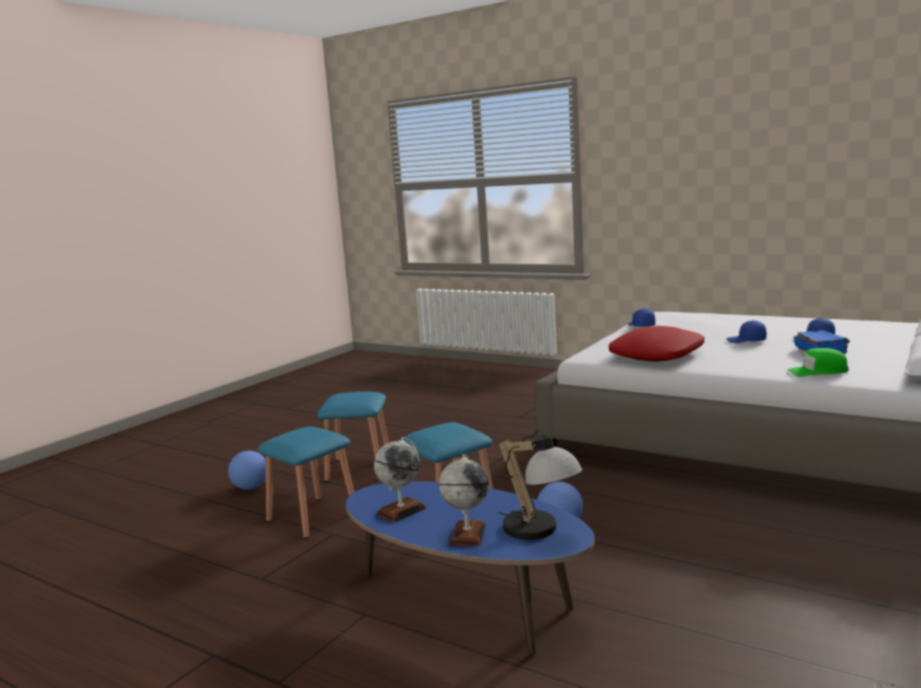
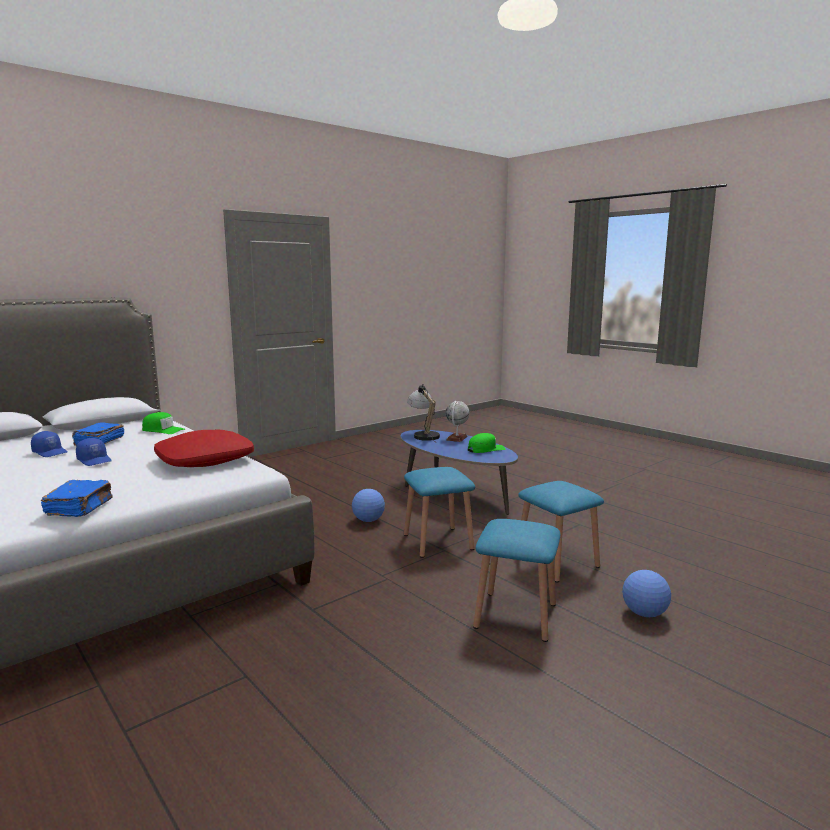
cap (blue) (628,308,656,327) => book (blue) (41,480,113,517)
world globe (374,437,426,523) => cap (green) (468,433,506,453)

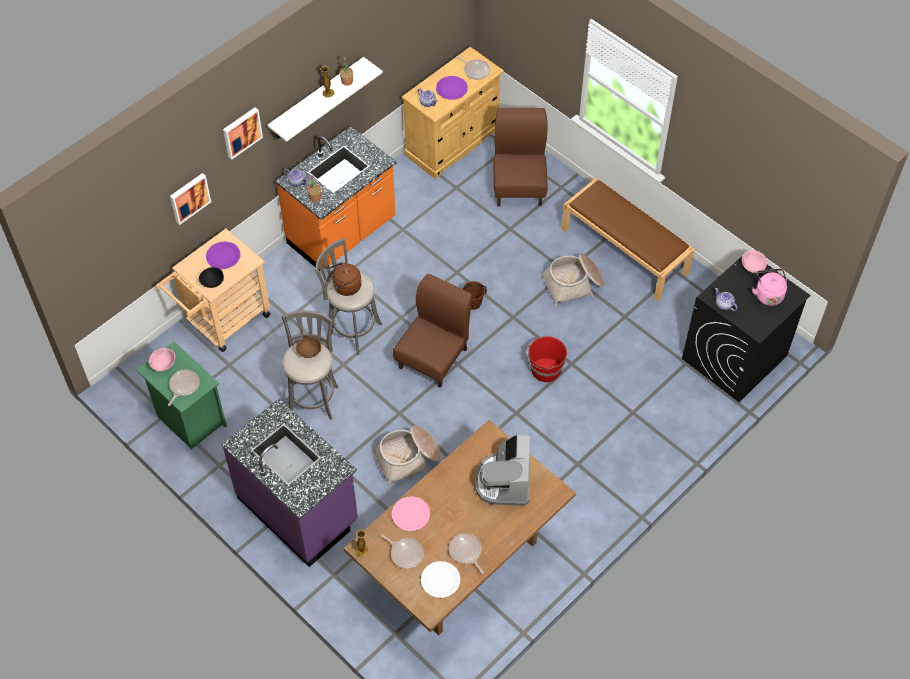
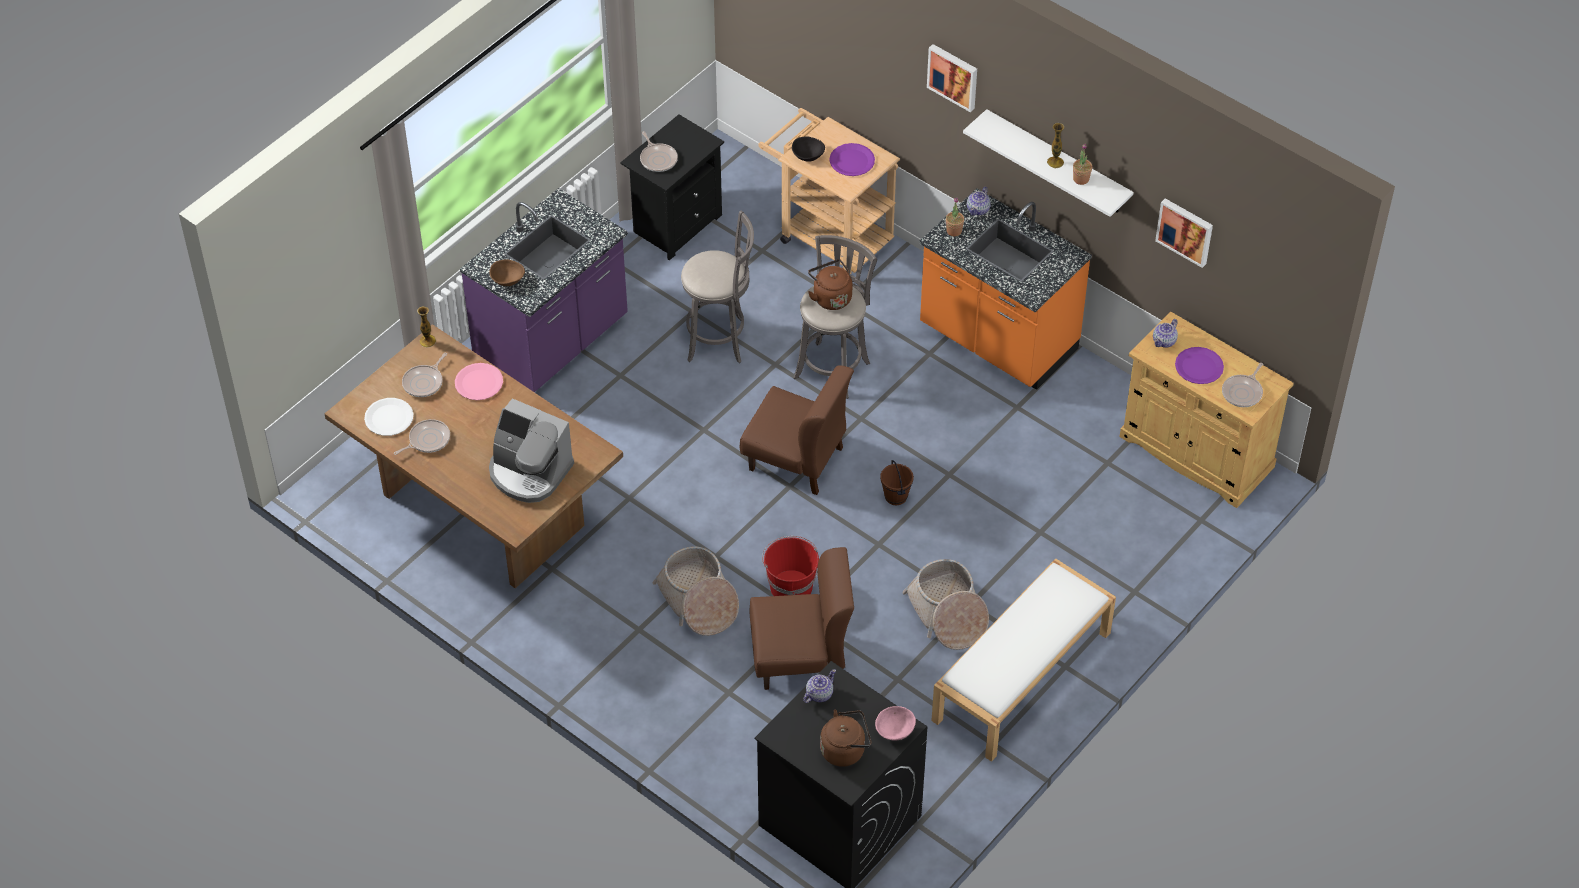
plain chair (brown) (493,108,548,206) => plain chair (brown) (749,547,854,690), moved
wall picture (170,173,211,225) => wall picture (1155,198,1213,268), moved
long seat (brown) (562,178,695,301) => long seat (whitish) (932,558,1116,762)
water kettle (pink-coloured) (752,269,787,306) => water kettle (brown) (820,710,871,767)
bowl (brown) (296,336,321,358) => bowl (brown) (489,259,525,286), moved
bedside table (green) (136,342,227,449) => bedside table (black-coloured) (620,114,724,261)
bowl (pink-coloured) (149,348,175,371) => nothing
skillet (168,370,200,406) => skillet (640,131,678,172), 45 degrees clockwise
basket (372,426,441,487) => basket (653,546,739,636), moved
coffee maker (475,434,530,506) => coffee maker (489,398,574,503), 150 degrees counterclockwise

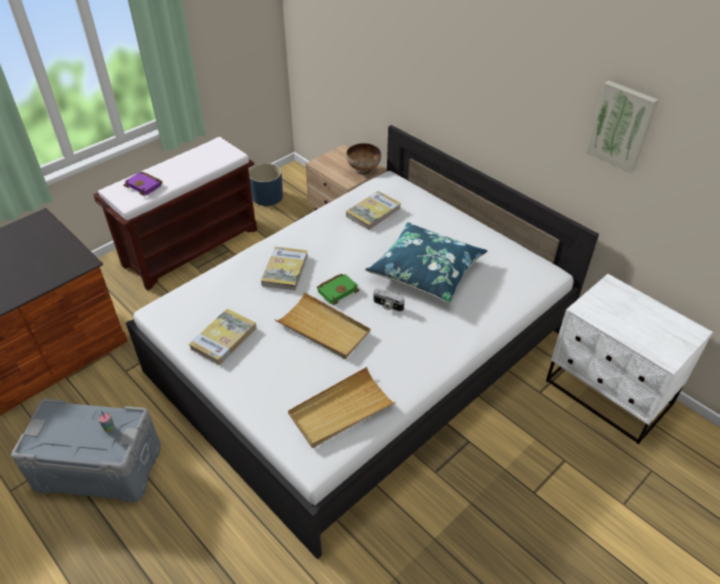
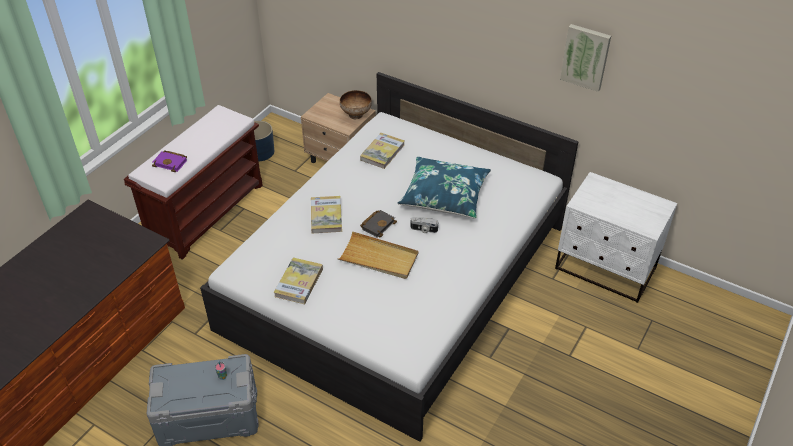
book (green) (317,274,360,305) => book (black-coloured) (360,210,397,238)
serving tray (sand-coloured) (288,367,396,448) => nothing

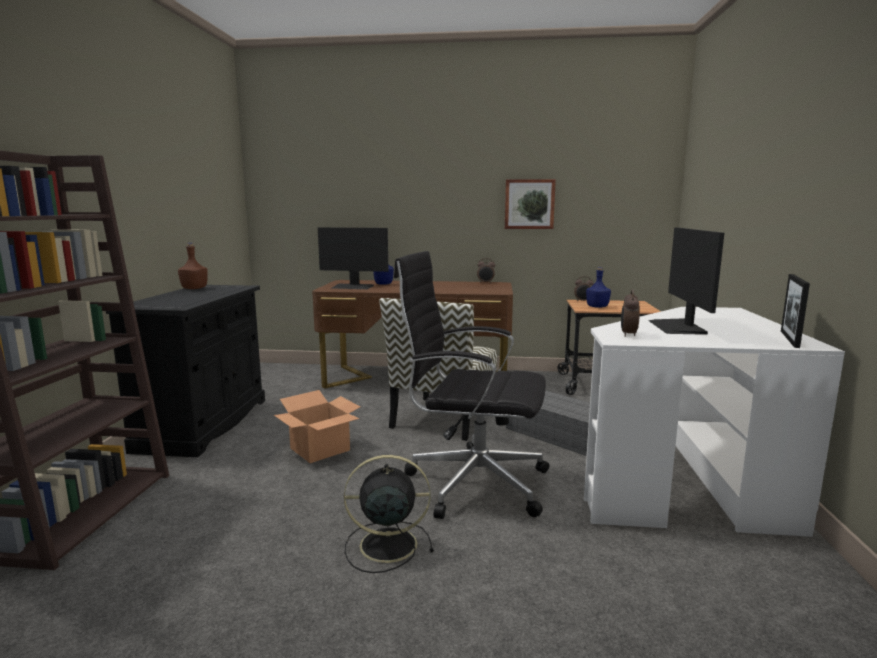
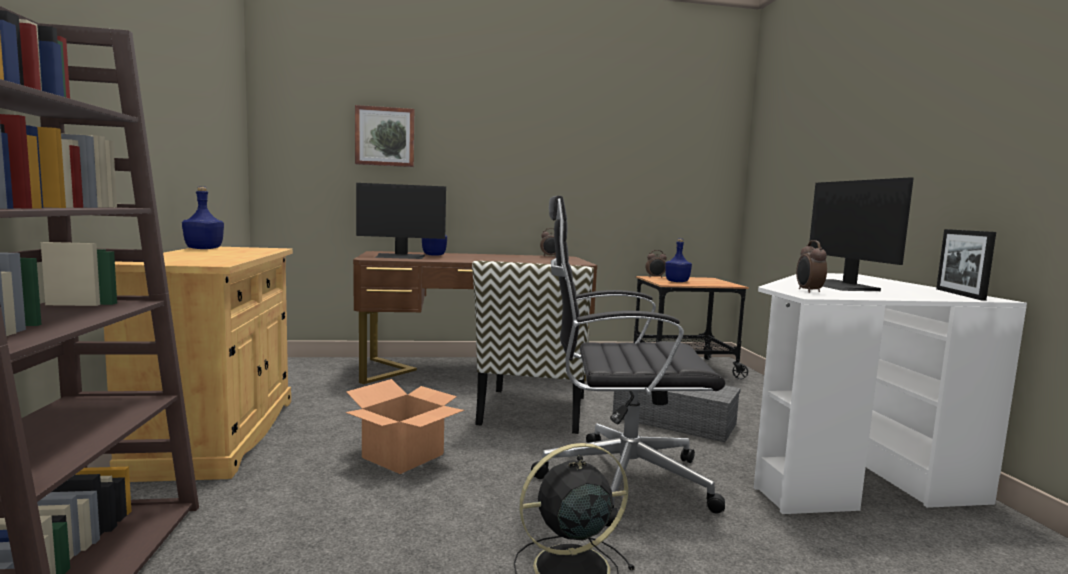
wall picture (505,179,556,229) => wall picture (355,105,414,167), moved
beverage bottle (brown) (178,243,208,289) => beverage bottle (blue) (182,186,224,249)
cabinet (black-coloured) (106,285,265,457) => cabinet (sand-coloured) (104,247,293,482)

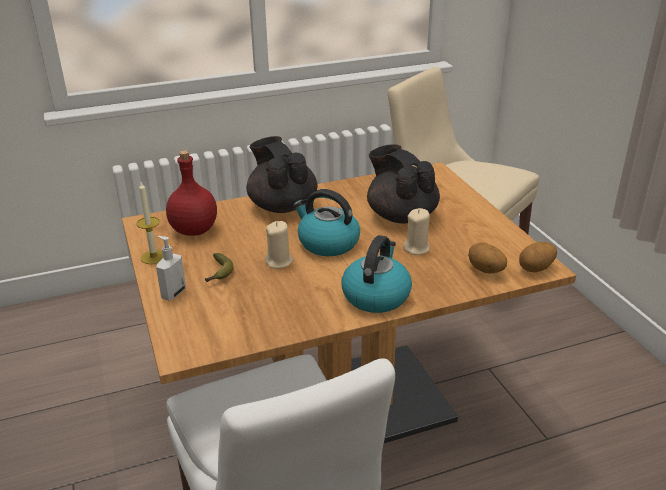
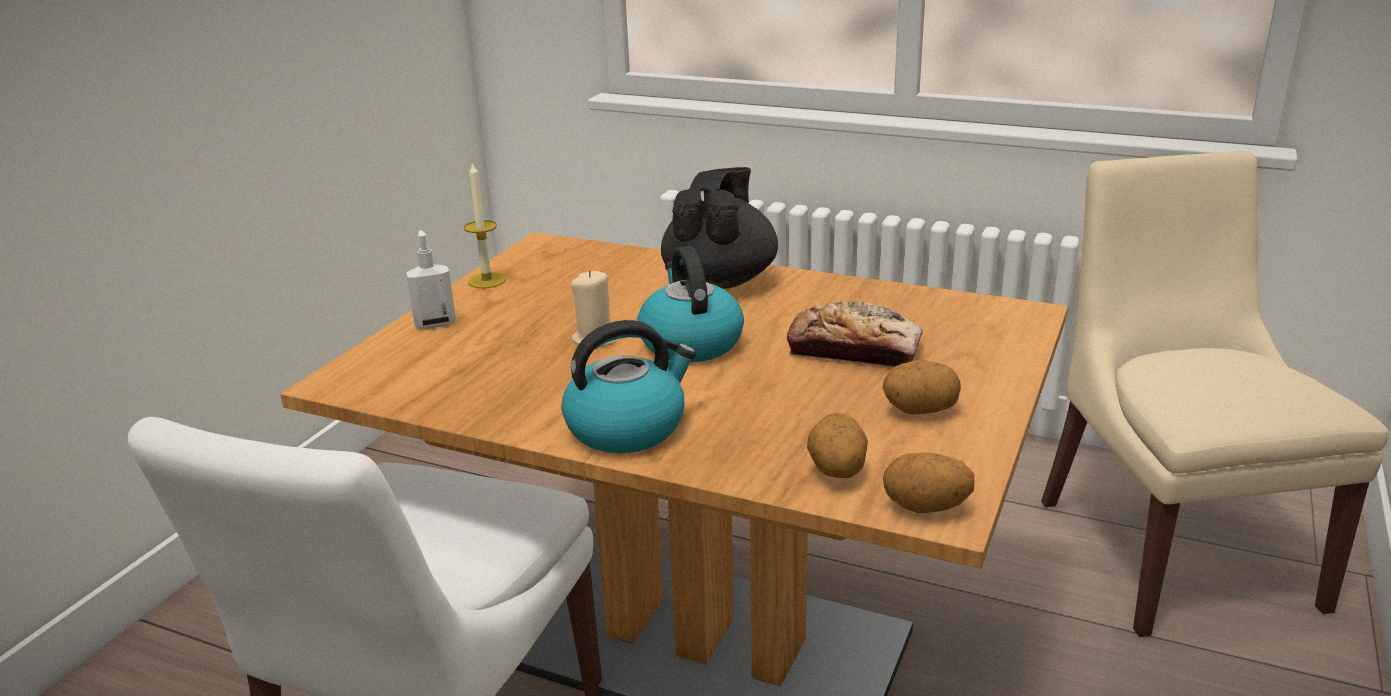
pot for tea (black-coloured) (367,144,440,224) => bakery bread (787,301,923,367)
beverage bottle (red) (166,150,217,236) => nothing
wax light (sand-coloured) (403,208,430,255) => nothing
banana fruit (205,253,233,282) => nothing
nothing => whole potato (883,360,961,414)

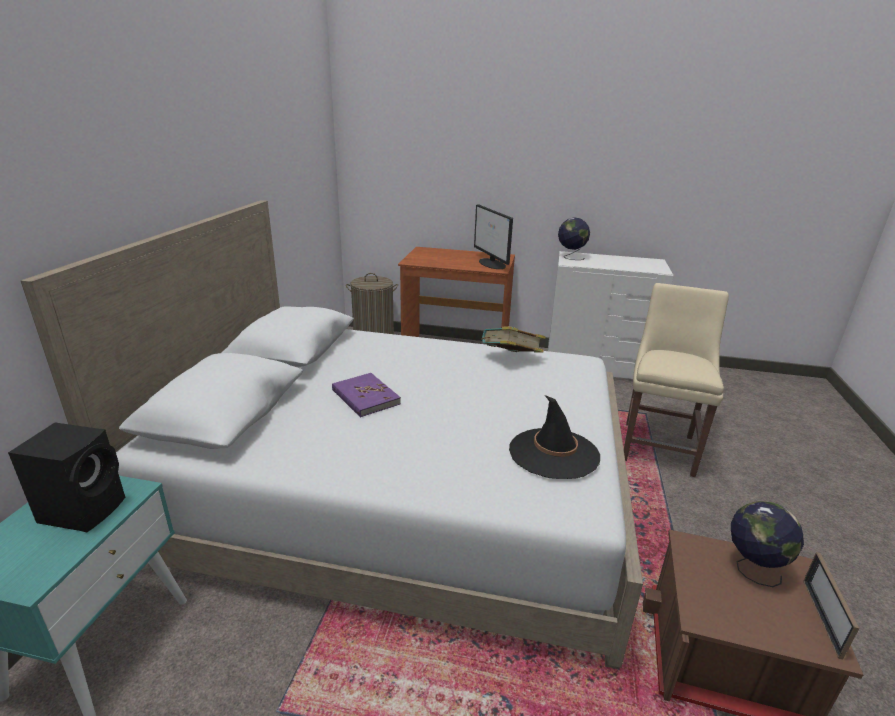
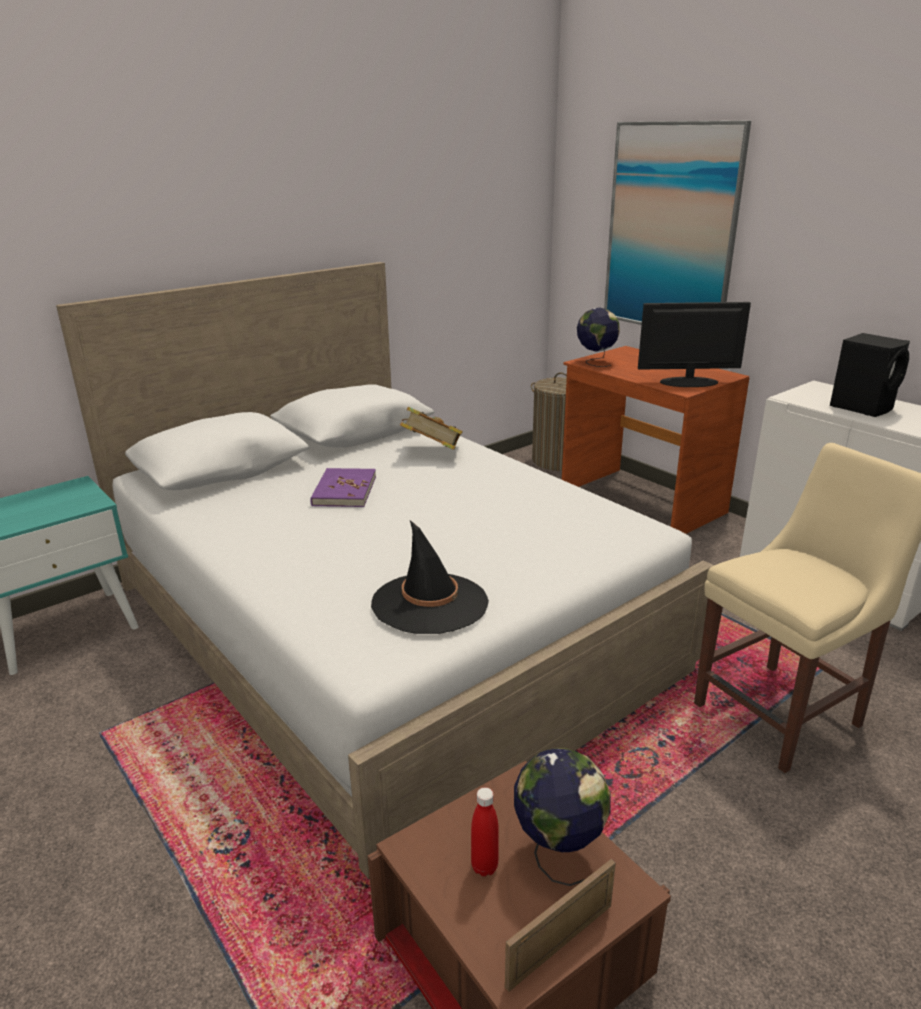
computer screen (474,204,513,269) => computer screen (638,302,751,387), 75 degrees clockwise
world globe (558,217,590,260) => world globe (577,307,620,367), moved
book (481,326,546,353) => book (400,407,463,450), moved
loudspeaker (black-coloured) (8,423,125,532) => loudspeaker (black-coloured) (830,333,910,417), moved
nothing => wall picture (604,121,751,325)
nothing => beverage bottle (red) (471,787,499,876)

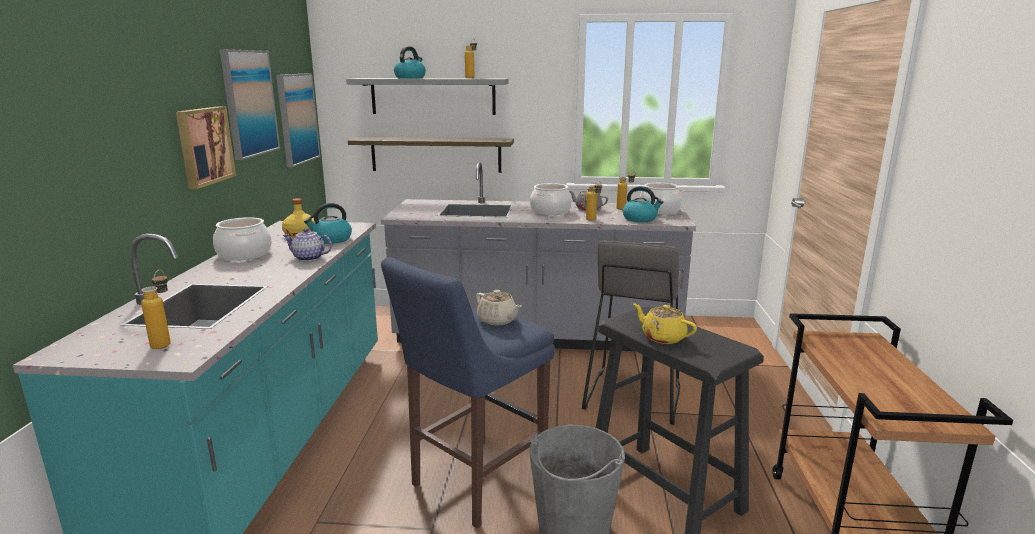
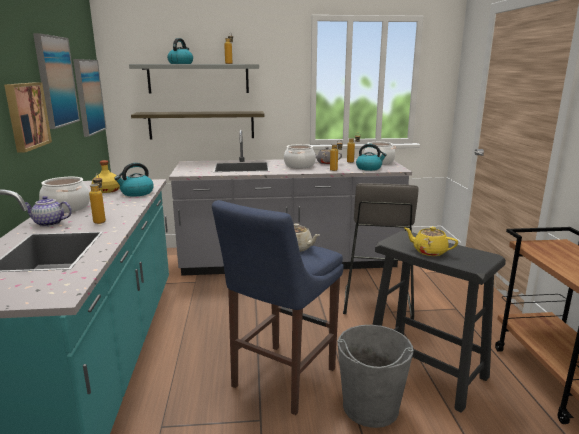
pot for tea (283,228,332,261) => pot for tea (25,196,72,227), moved
beverage bottle (141,270,171,349) => beverage bottle (89,174,106,224), moved

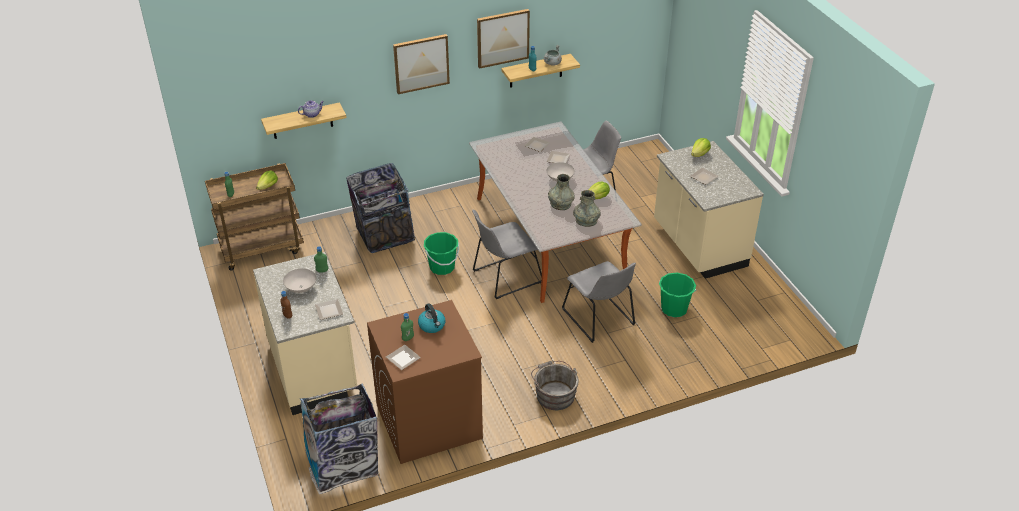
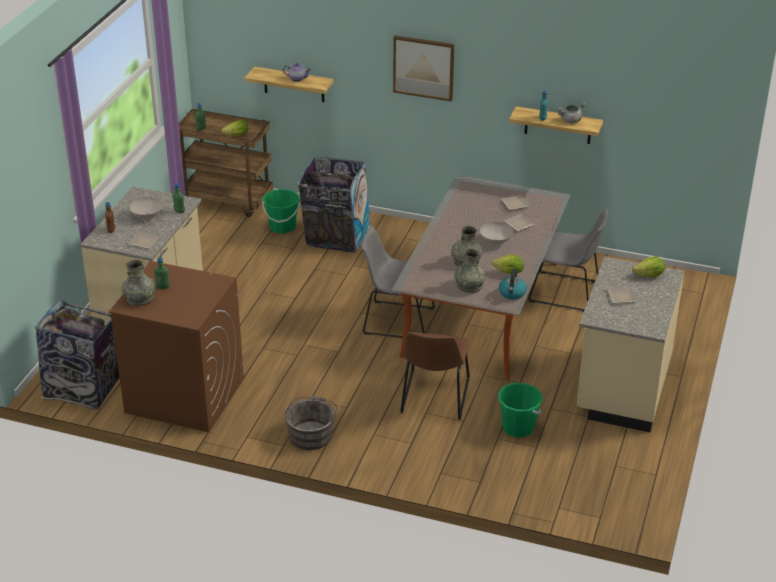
wall picture (477,9,530,69) => nothing
bucket (green) (424,232,459,275) => bucket (green) (262,189,300,234), moved
plain chair (grey) (562,261,636,343) => plain chair (brown) (400,332,470,420)
water kettle (418,303,445,333) => water kettle (499,269,527,300), moved
flat dish (386,345,421,370) => flower vase (grey) (122,260,156,306)

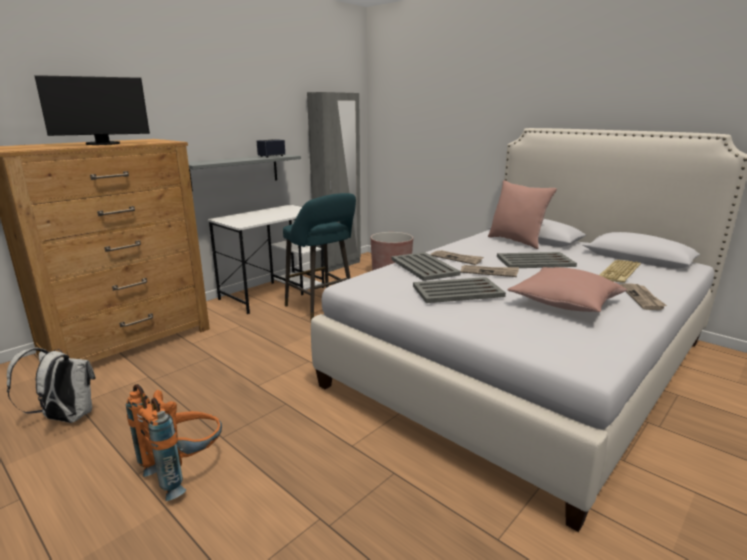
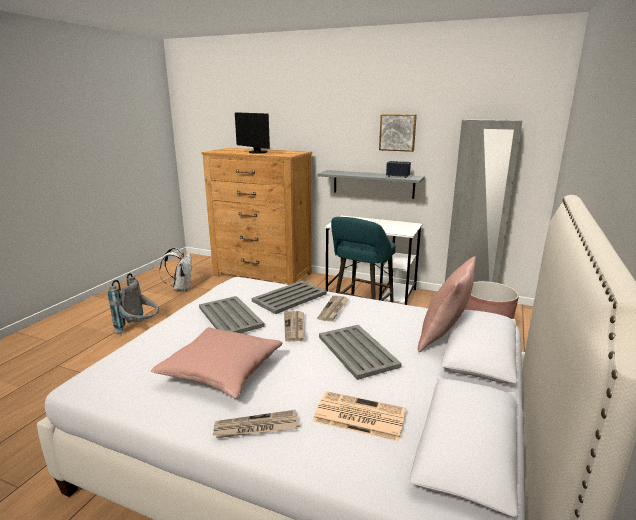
PC keyboard (600,260,641,283) => daily paper (313,391,406,441)
rucksack (orange-coloured) (126,384,222,501) => rucksack (grey) (108,273,159,333)
nothing => wall picture (379,114,417,152)

